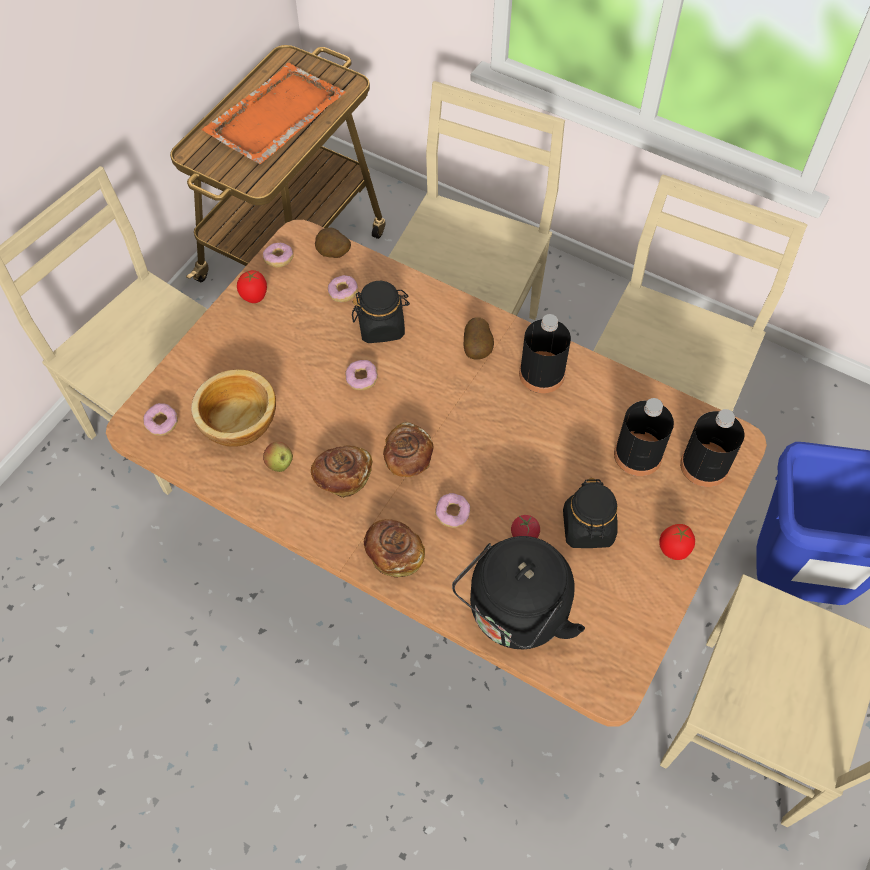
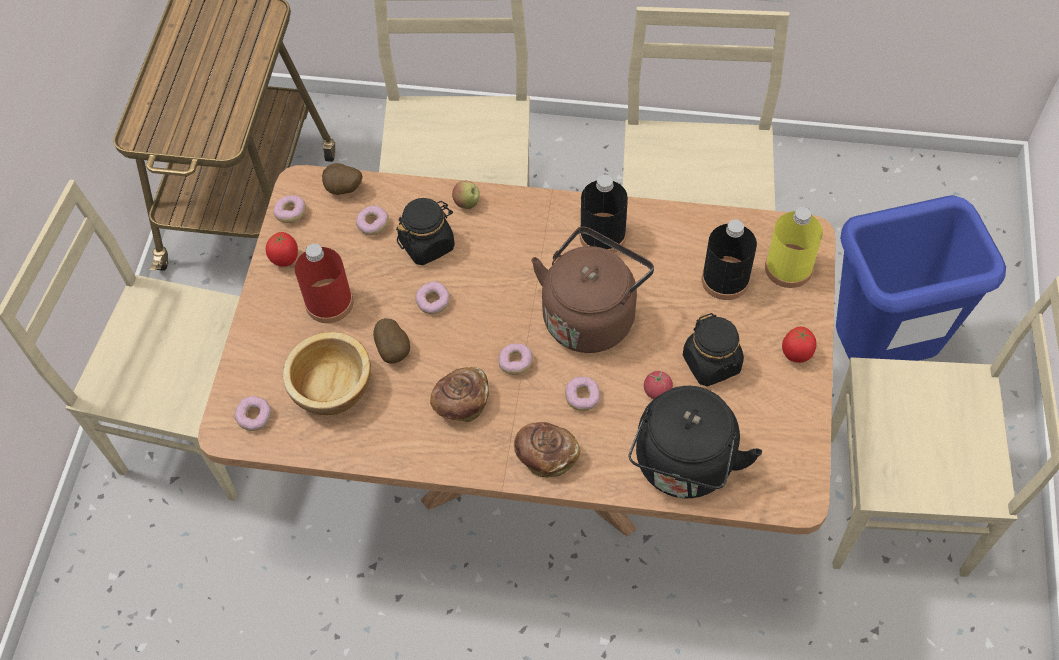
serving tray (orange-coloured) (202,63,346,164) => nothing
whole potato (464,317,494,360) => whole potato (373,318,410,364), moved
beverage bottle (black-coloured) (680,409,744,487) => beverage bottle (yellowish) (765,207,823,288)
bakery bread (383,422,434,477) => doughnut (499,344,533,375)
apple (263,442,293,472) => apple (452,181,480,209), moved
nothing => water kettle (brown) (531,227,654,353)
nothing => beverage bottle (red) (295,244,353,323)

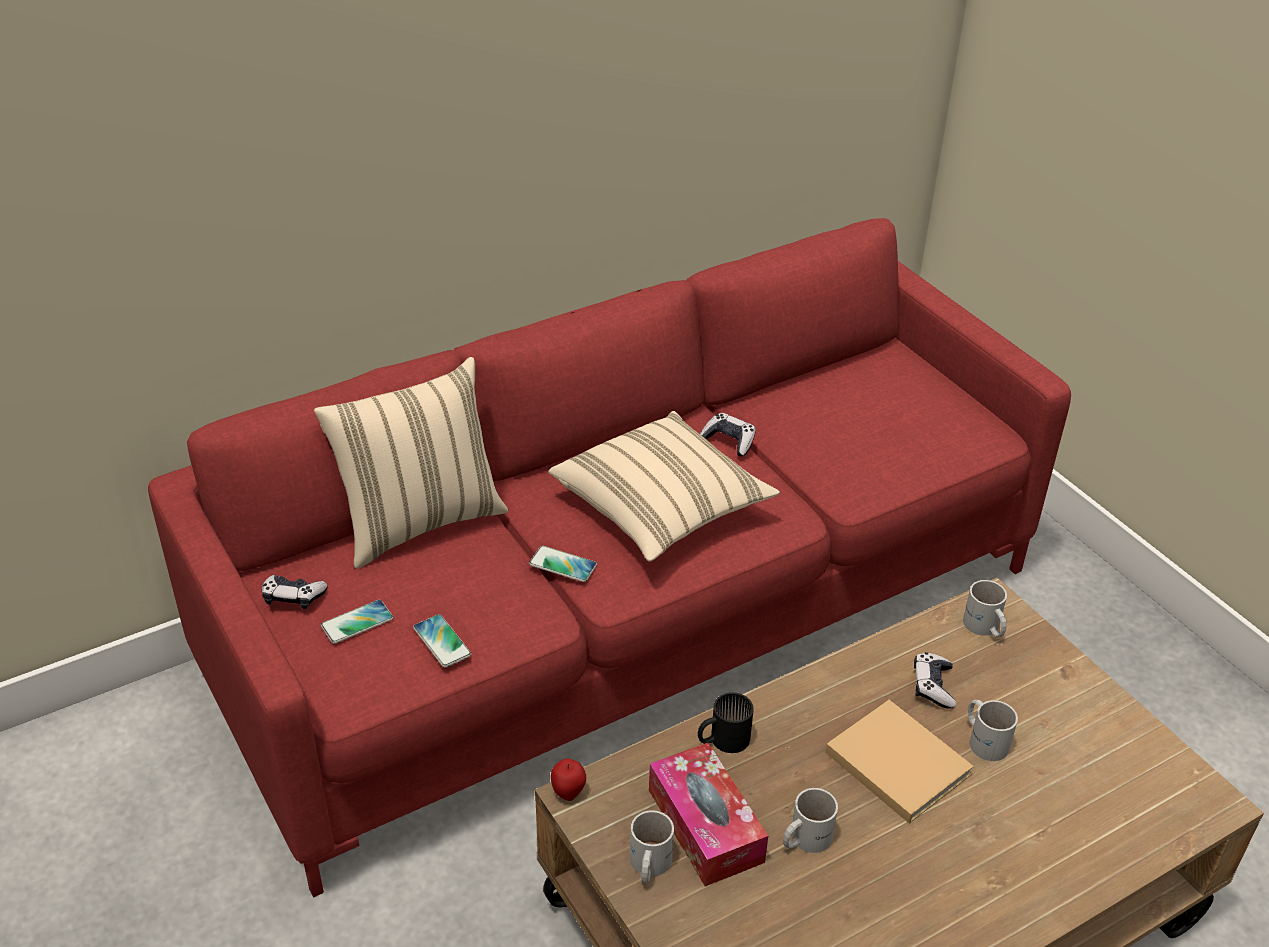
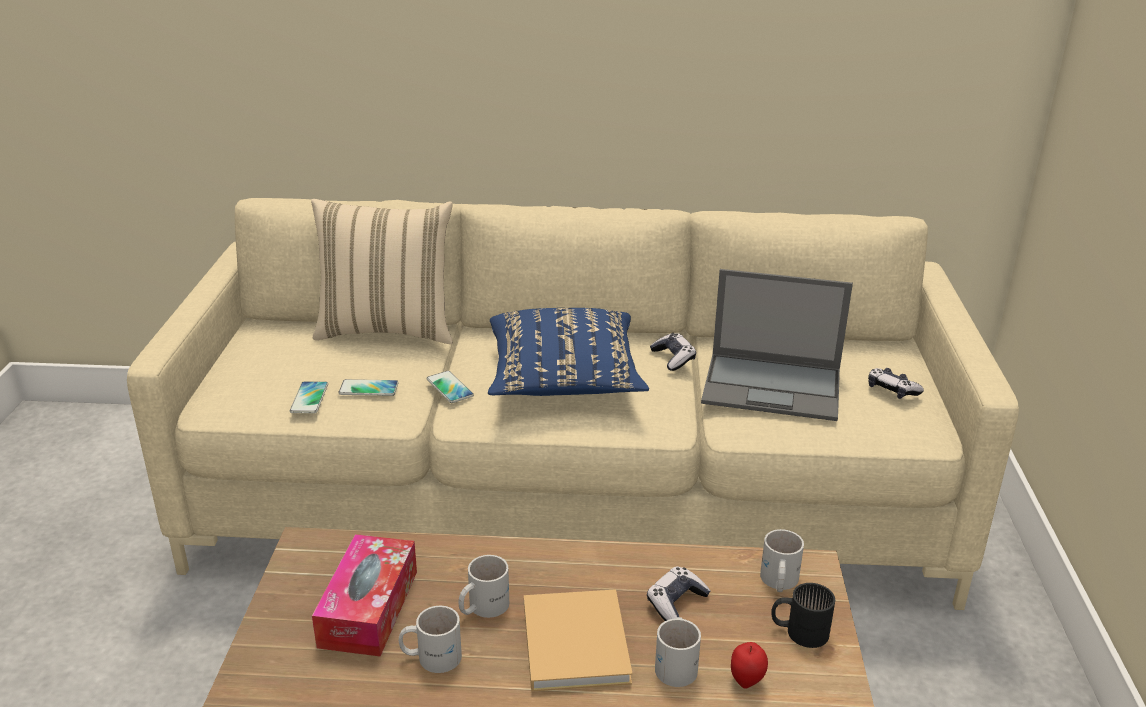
settee (red) (148,218,1071,897) => settee (sand-coloured) (127,198,1019,610)
cushion (sand-coloured) (549,411,780,561) => cushion (blue) (488,308,649,396)
joypad (262,575,328,609) => joypad (868,368,924,399), moved
handset (321,600,393,644) => handset (338,379,399,396), moved
mug (black-coloured) (698,692,754,753) => mug (black-coloured) (771,583,835,648), moved
apple (551,758,586,801) => apple (731,642,768,689), moved
mug (whitish) (630,810,674,883) => mug (whitish) (458,555,509,618), moved
nothing => portable computer (701,269,853,421)

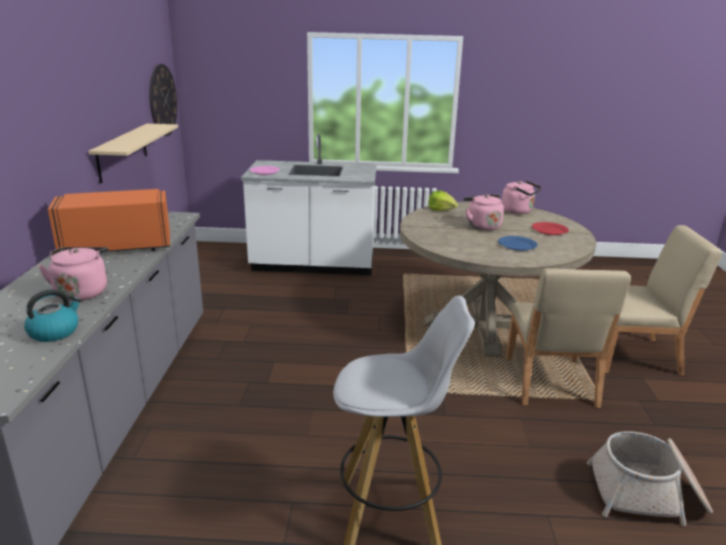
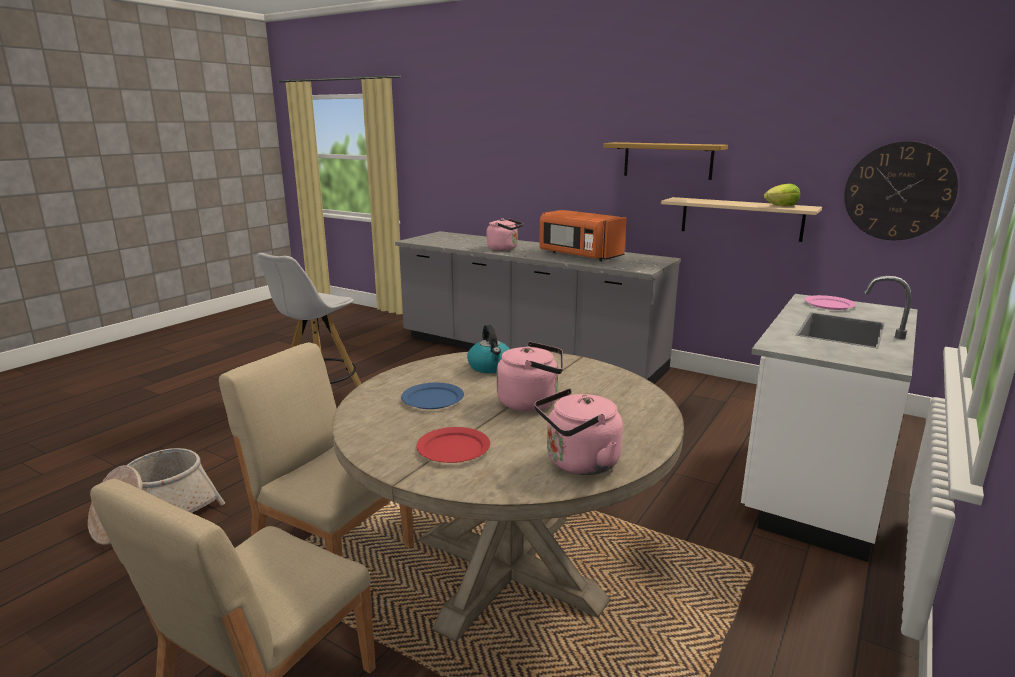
microwave oven (orange-coloured) (48,189,170,252) => microwave oven (orange-coloured) (539,210,627,261), 120 degrees clockwise
lettuce (428,191,458,211) => lettuce (763,184,800,206), moved
water kettle (24,289,81,342) => water kettle (467,325,510,373), moved
nothing => wall shelf (603,142,728,180)

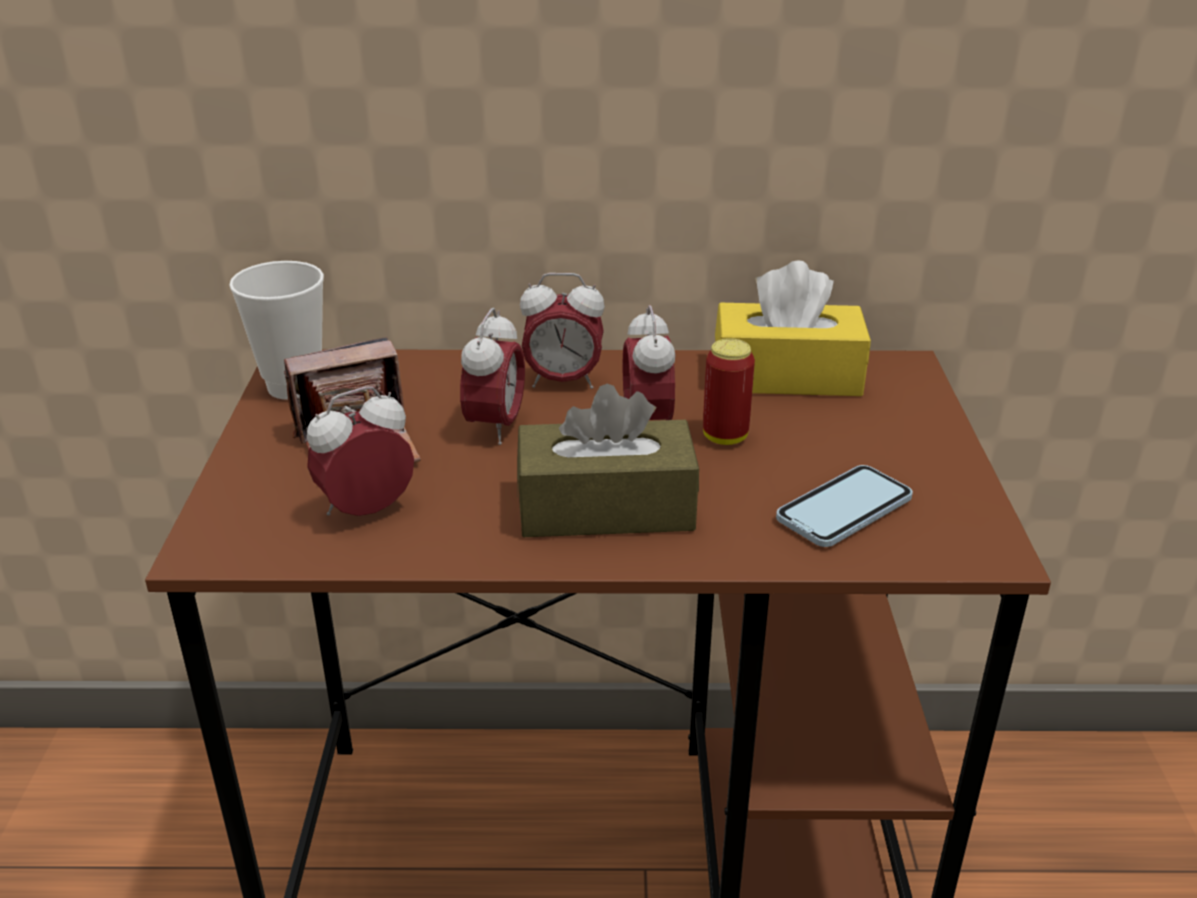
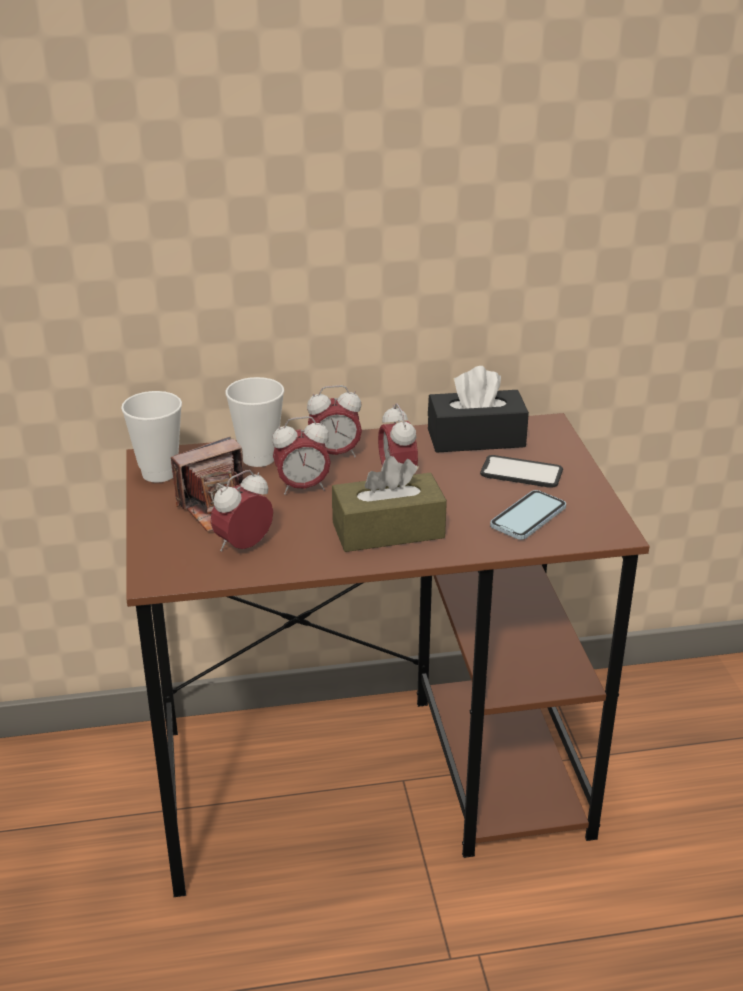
box of tissues (yellowish) (715,260,871,396) => box of tissues (black-coloured) (428,366,529,453)
table clock (460,308,525,445) => table clock (272,416,331,495), 75 degrees clockwise
can (703,338,755,445) => nothing
nothing => small cup (226,377,284,467)
nothing => handset (480,455,563,488)

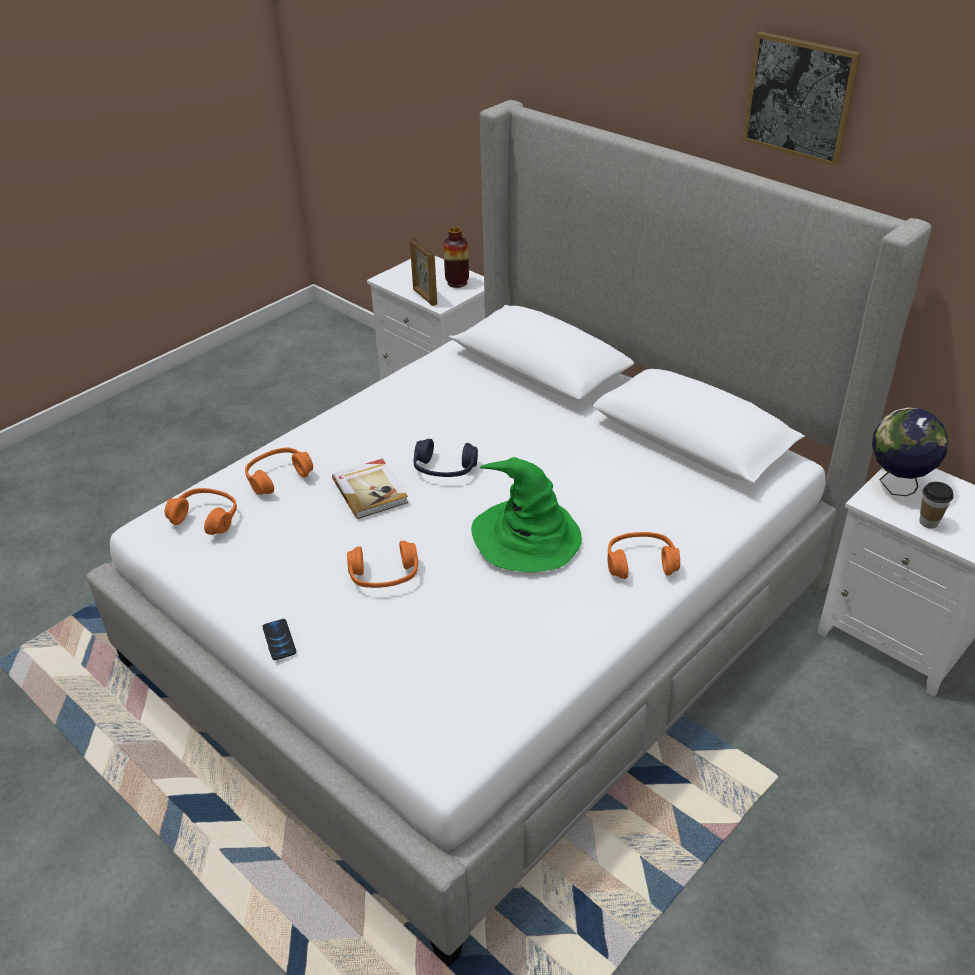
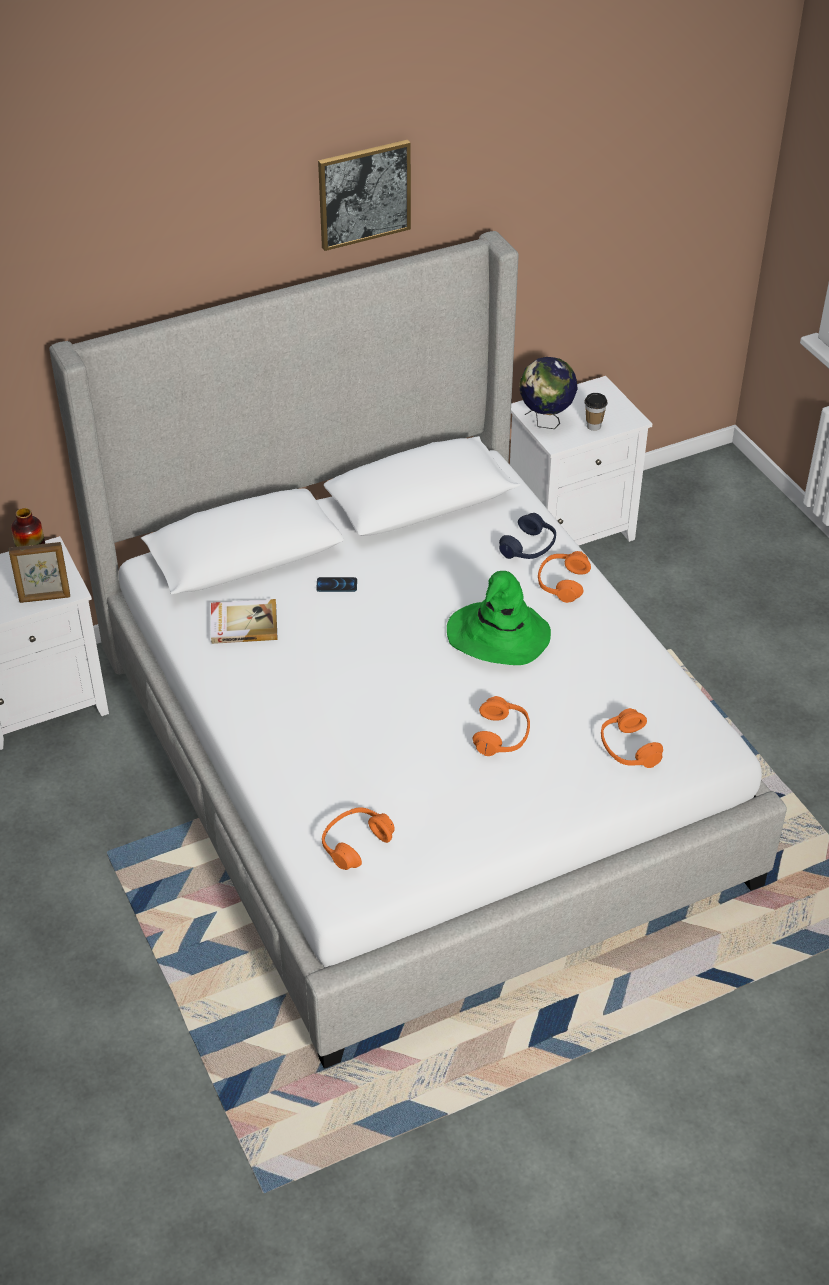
headphones (blue) (414,439,478,477) => headphones (blue) (499,513,556,559), moved
headphones (orange-coloured) (245,448,313,495) => headphones (orange-coloured) (601,708,663,768), moved
book (332,459,409,519) => book (211,599,278,644), moved
handset (262,619,296,660) => handset (316,577,357,592), moved

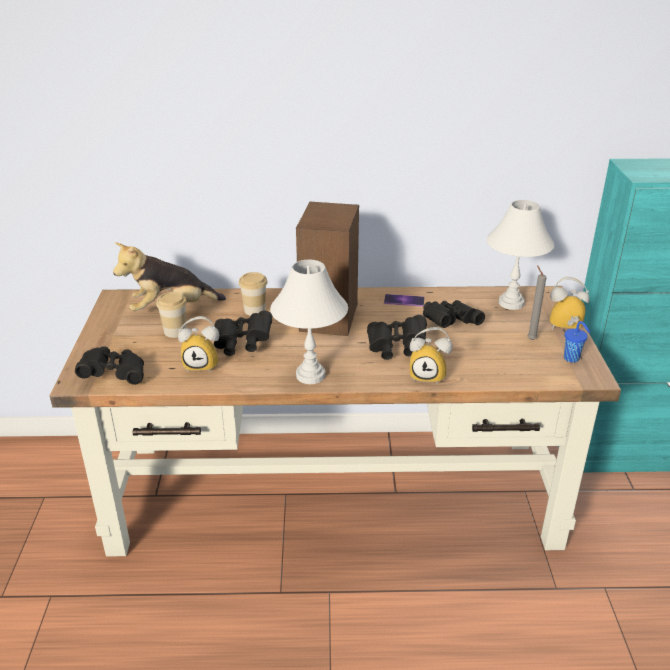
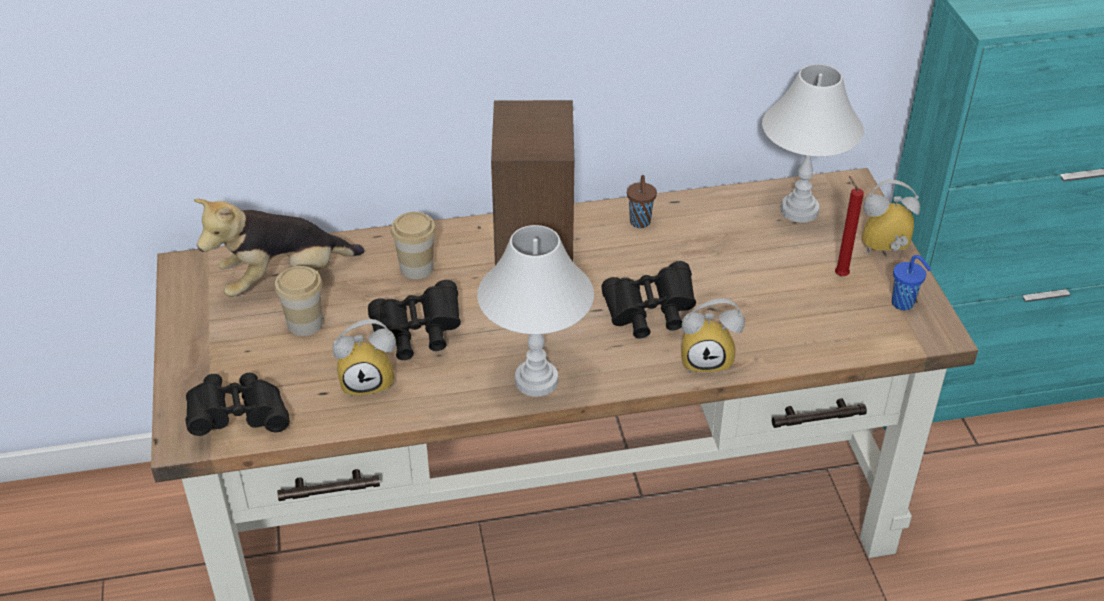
wax light (grey) (527,265,547,340) => wax light (red) (835,176,864,276)
handset (384,294,424,307) => small cup (brown) (627,175,657,228)
pair of binoculars (black-coloured) (423,300,485,328) => nothing

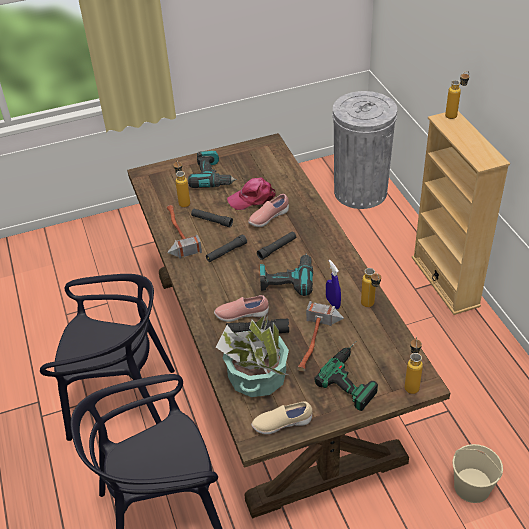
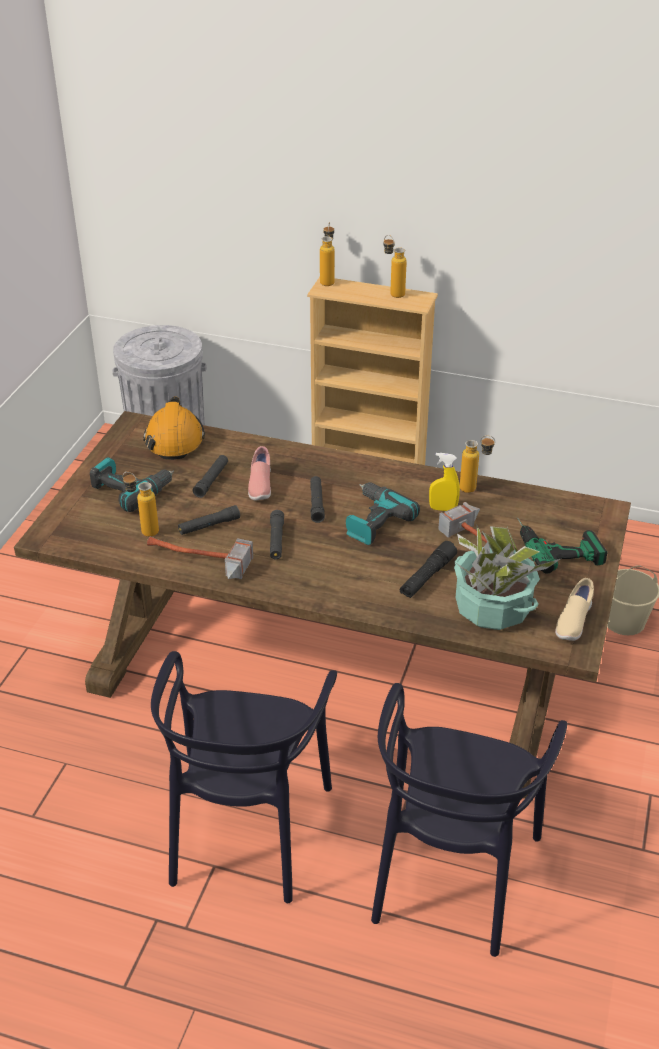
cap (pink-coloured) (227,177,276,210) => torch (black-coloured) (193,455,228,498)
sprayer (blue) (326,260,341,309) => sprayer (yellowish) (429,453,460,511)
plain chair (black-coloured) (40,274,175,441) => plain chair (black-coloured) (151,651,337,903), 150 degrees clockwise
low shoe (pink-coloured) (214,295,269,322) => nothing
beverage bottle (405,337,423,394) => beverage bottle (384,235,407,298), moved
nothing => hard hat (orange-coloured) (143,396,205,460)

